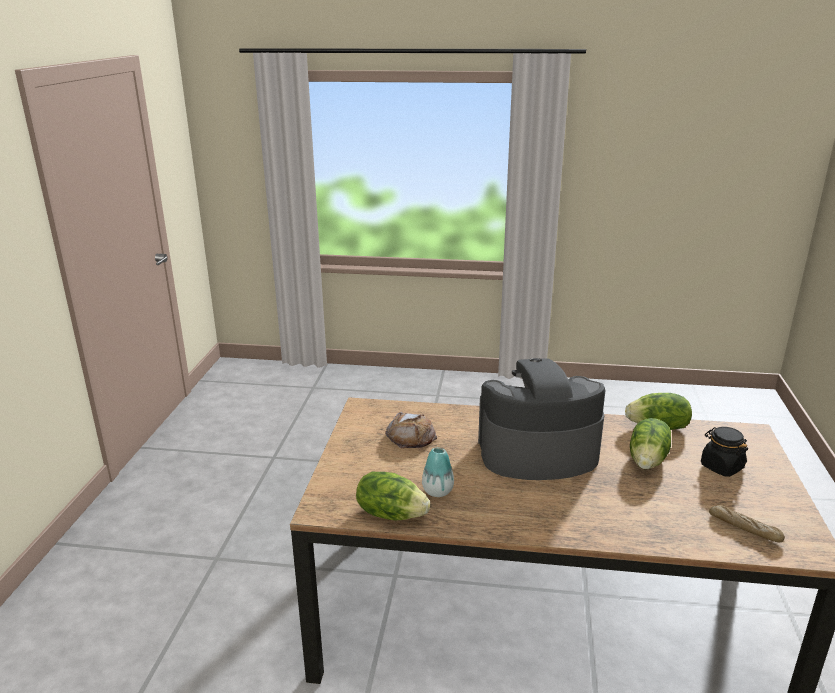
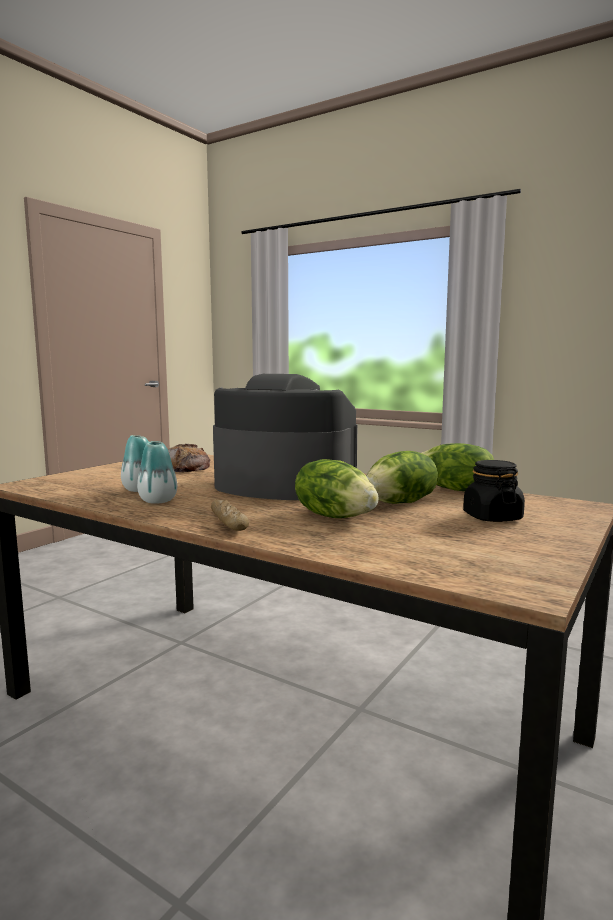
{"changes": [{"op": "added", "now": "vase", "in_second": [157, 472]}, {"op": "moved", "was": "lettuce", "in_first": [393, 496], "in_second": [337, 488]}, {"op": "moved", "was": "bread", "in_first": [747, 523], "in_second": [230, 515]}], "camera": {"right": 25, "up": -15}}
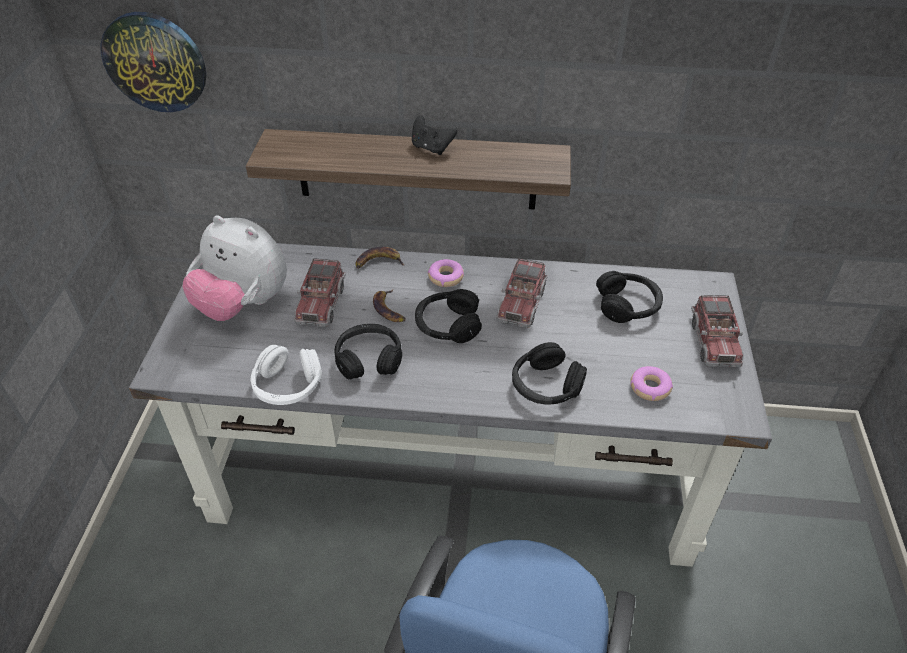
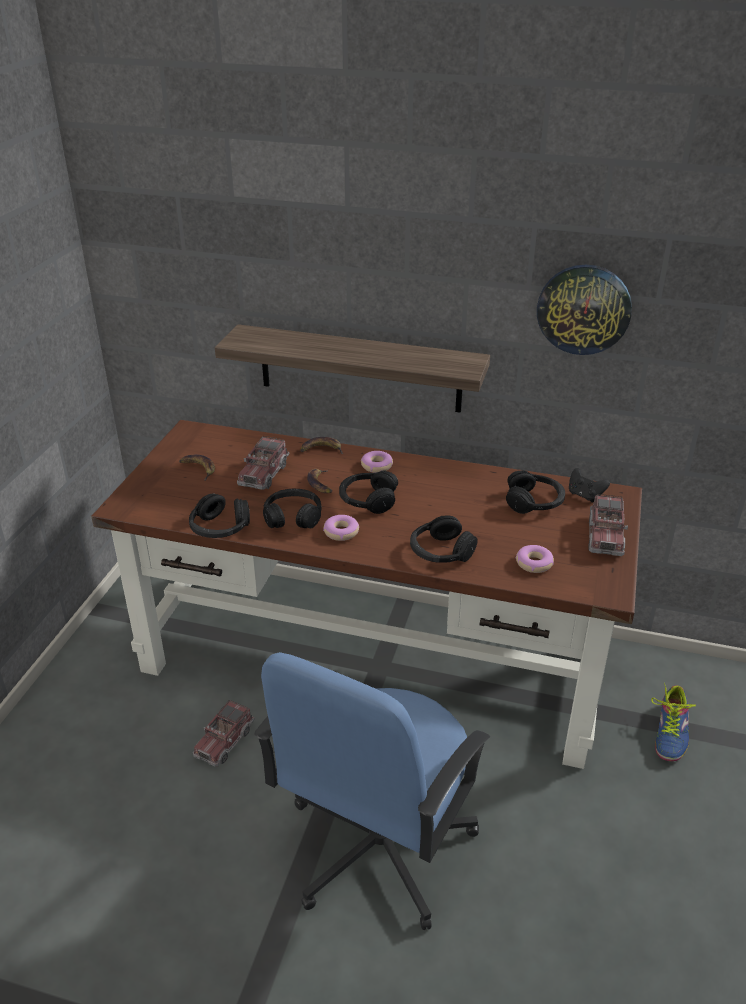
{"changes": [{"op": "added", "now": "donut", "in_second": [341, 528]}, {"op": "added", "now": "shoe", "in_second": [673, 722]}, {"op": "moved", "was": "wall clock", "in_first": [153, 62], "in_second": [584, 310]}, {"op": "moved", "was": "black game controller", "in_first": [435, 135], "in_second": [589, 485]}, {"op": "moved", "was": "toy truck", "in_first": [522, 293], "in_second": [224, 733]}, {"op": "replaced", "was": "plush toy", "now": "banana", "in_first": [235, 268], "in_second": [197, 468]}, {"op": "recoloured", "was": "grey desk", "now": "brown desk", "in_first": [450, 405], "in_second": [366, 594]}, {"op": "recoloured", "was": "white headphones", "now": "black headphones", "in_first": [286, 375], "in_second": [219, 515]}], "camera": {"right": 10, "up": -10}}
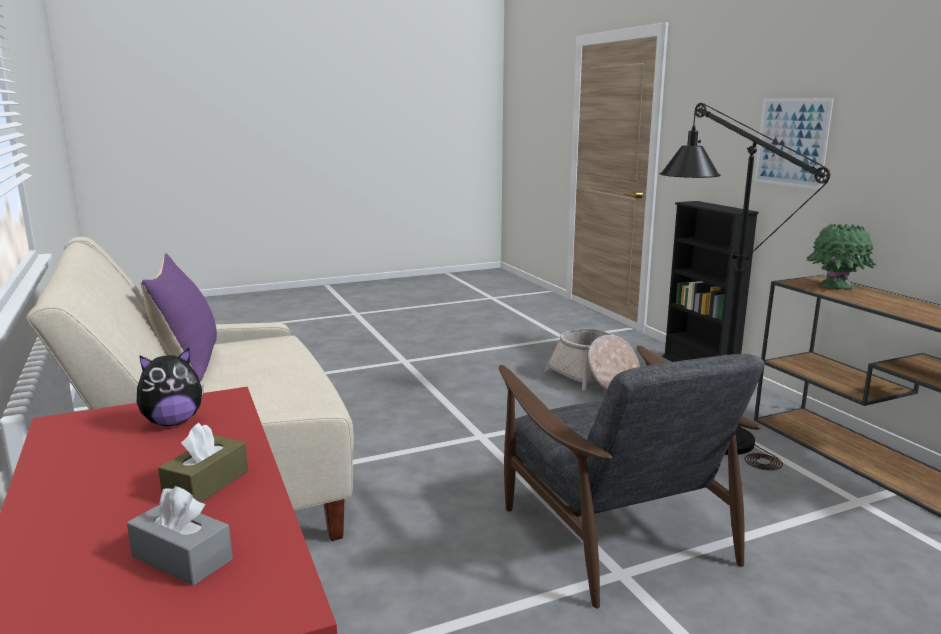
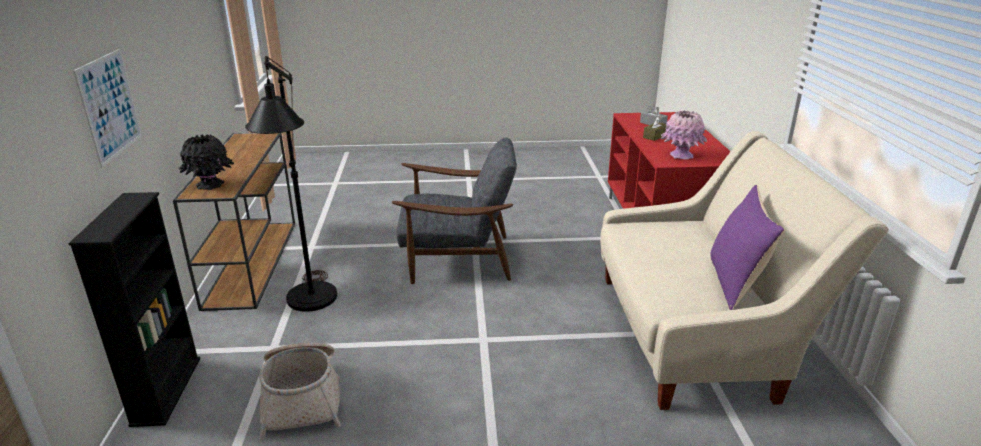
{"changes": [{"op": "replaced", "was": "plush toy", "now": "pink vase", "in_first": [170, 387], "in_second": [684, 135]}, {"op": "recoloured", "was": "green vase", "now": "black vase", "in_first": [841, 256], "in_second": [206, 162]}, {"op": "turned", "was": "grey armchair", "in_first": [631, 476], "in_second": [454, 211], "clockwise": 90}], "camera": {"right": -160, "up": 10}}
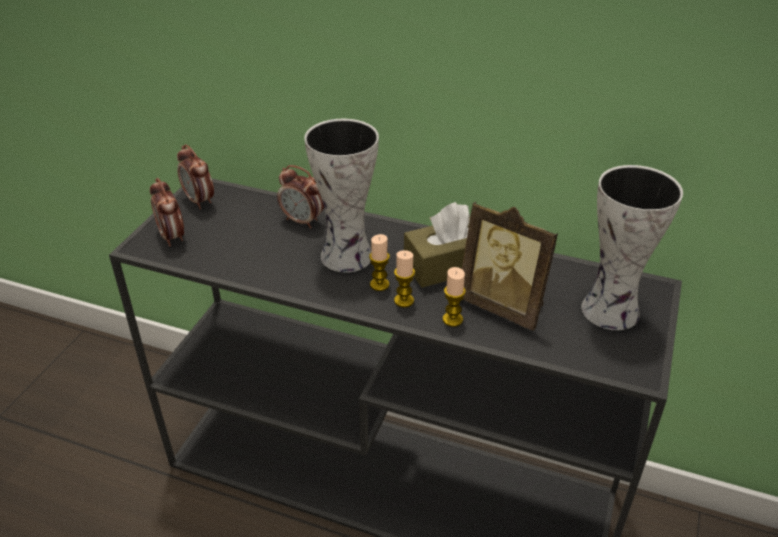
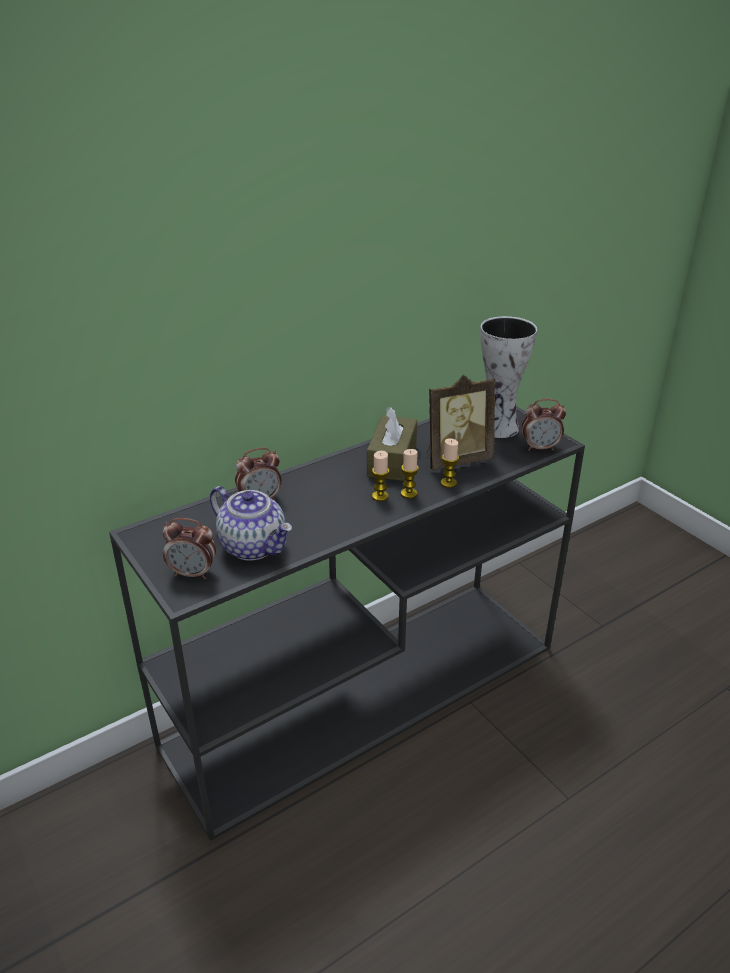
{"changes": [{"op": "removed", "was": "vase", "in_first": [341, 196]}, {"op": "added", "now": "teapot", "in_second": [251, 523]}, {"op": "moved", "was": "alarm clock", "in_first": [195, 176], "in_second": [544, 425]}], "camera": {"right": -55, "up": -5}}
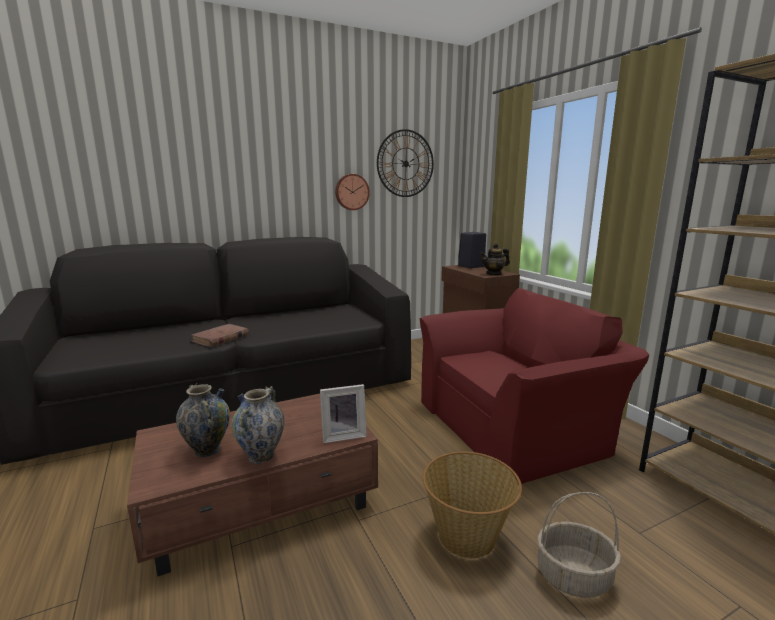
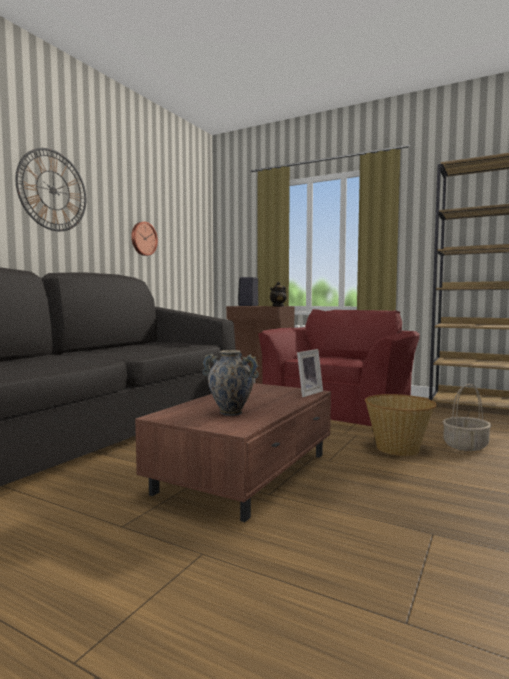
{"changes": [{"op": "removed", "was": "brown book", "in_first": [220, 335]}, {"op": "removed", "was": "vase", "in_first": [257, 425]}, {"op": "moved", "was": "wall clock", "in_first": [405, 163], "in_second": [51, 189]}], "camera": {"right": -35, "up": -10}}
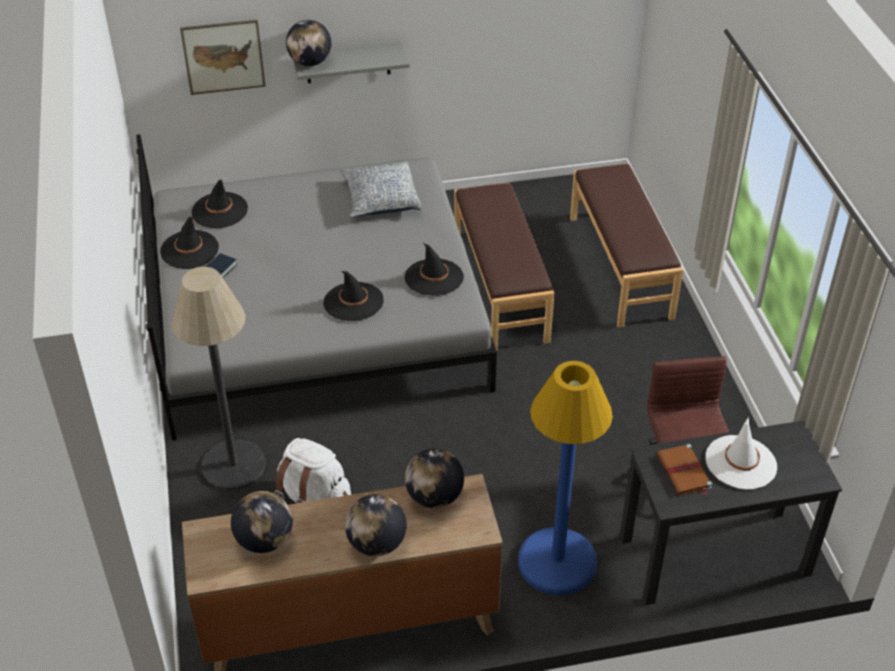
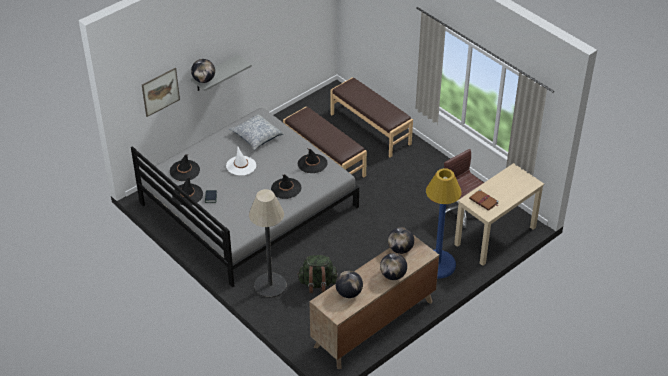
{"changes": [{"op": "moved", "was": "white hat", "in_first": [741, 453], "in_second": [241, 161]}, {"op": "recoloured", "was": "white backpack", "now": "green backpack", "in_first": [312, 471], "in_second": [317, 274]}, {"op": "recoloured", "was": "black desk", "now": "beige desk", "in_first": [731, 512], "in_second": [499, 214]}], "camera": {"right": -30, "up": 0}}
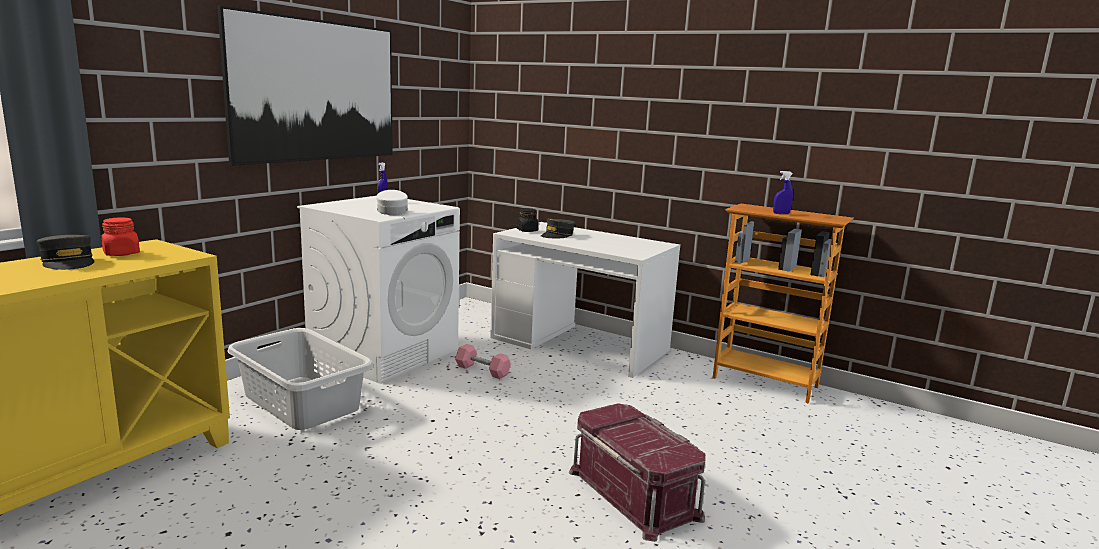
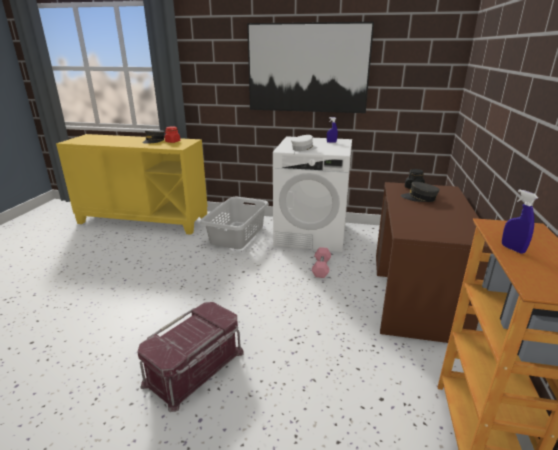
{"changes": [{"op": "recoloured", "was": "white desk", "now": "brown desk", "in_first": [585, 300], "in_second": [434, 262]}], "camera": {"right": 70, "up": 10}}
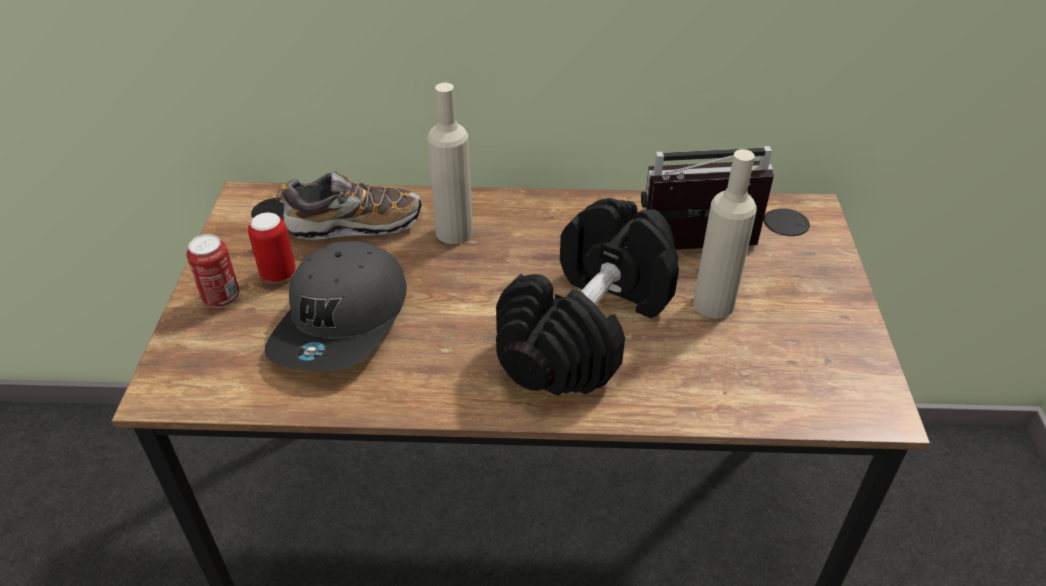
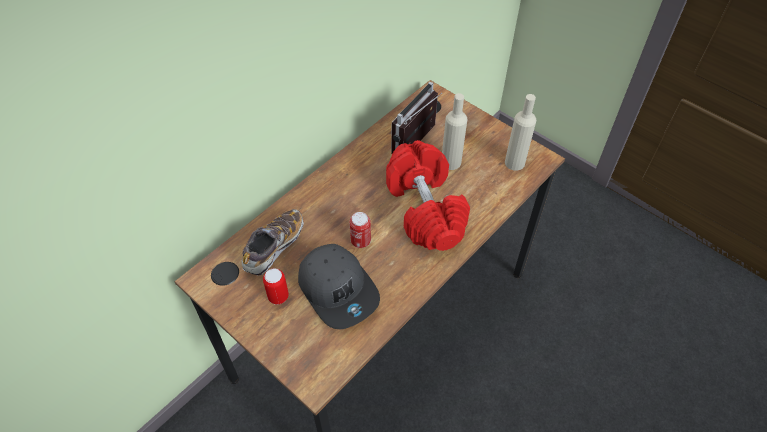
{"changes": [{"op": "moved", "was": "can", "in_first": [212, 271], "in_second": [360, 230]}, {"op": "moved", "was": "beige bottle", "in_first": [450, 163], "in_second": [521, 132]}, {"op": "recoloured", "was": "black dumbbell", "now": "red dumbbell", "in_first": [587, 296], "in_second": [428, 195]}], "camera": {"right": -50, "up": 10}}
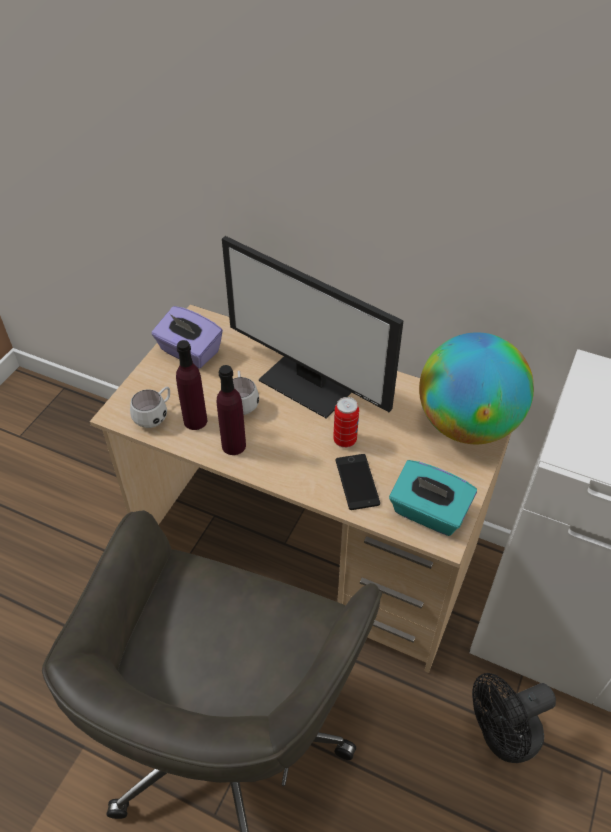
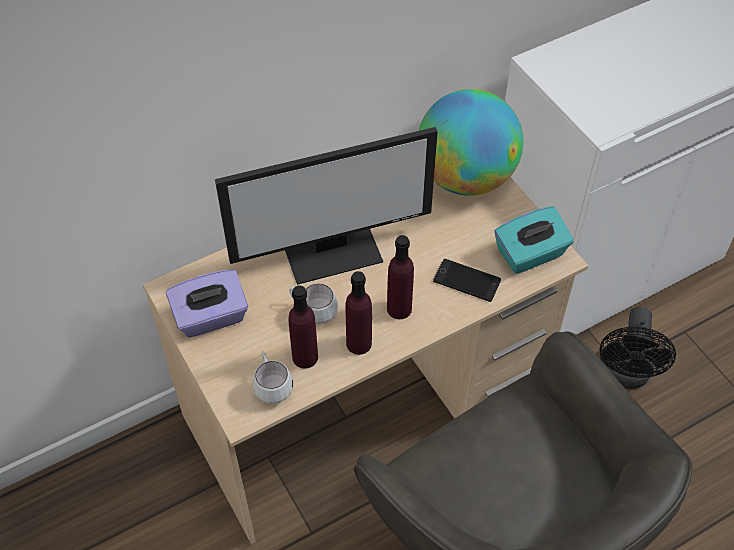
{"changes": [{"op": "removed", "was": "can", "in_first": [346, 422]}, {"op": "added", "now": "purple bottle", "in_second": [400, 277]}], "camera": {"right": -55, "up": 5}}
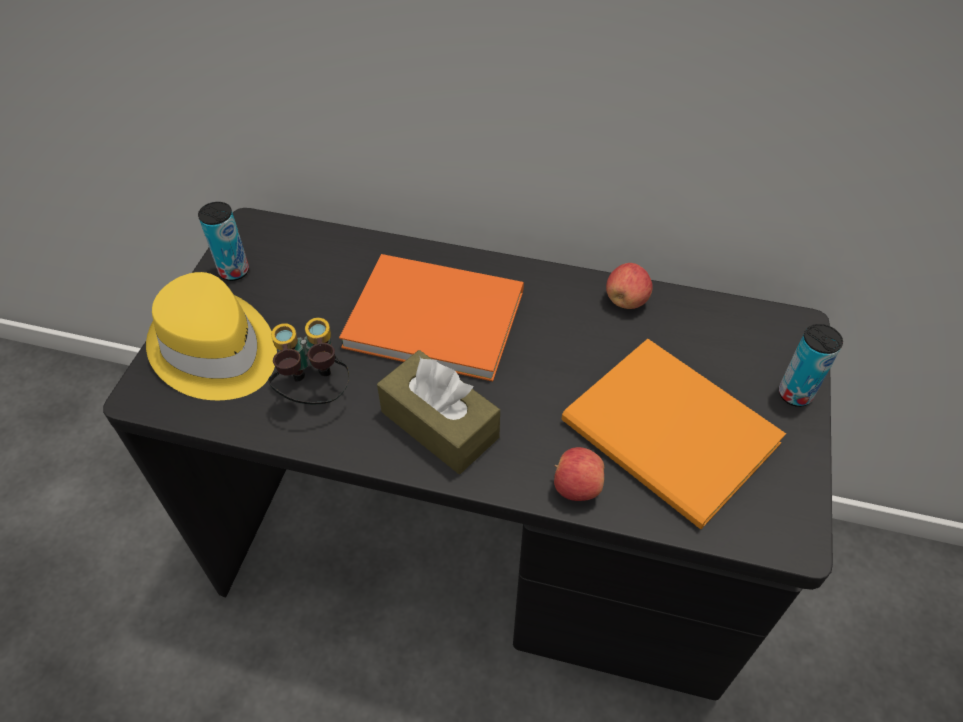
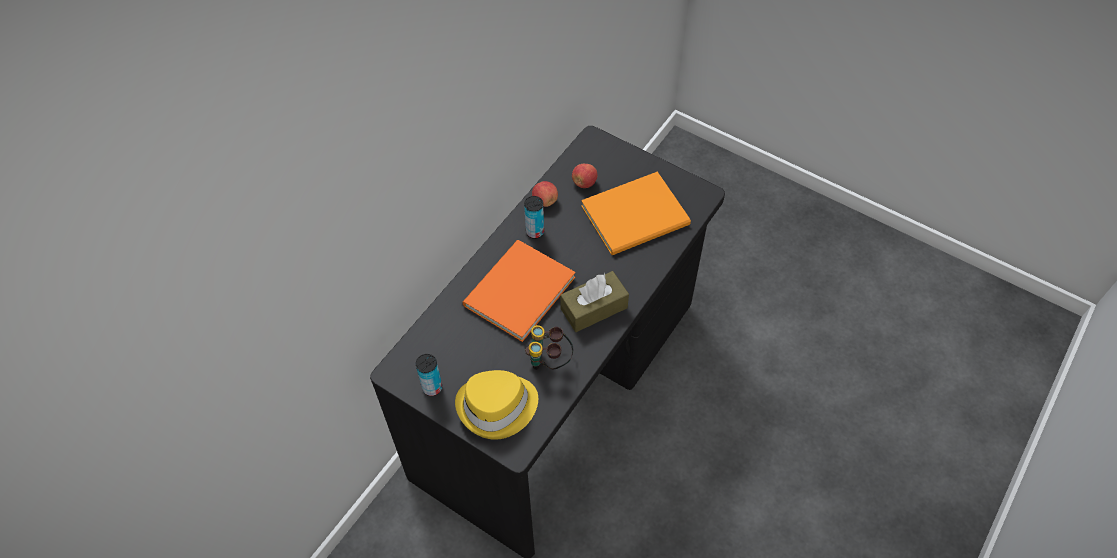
{"changes": [{"op": "moved", "was": "apple", "in_first": [579, 474], "in_second": [584, 176]}, {"op": "moved", "was": "can", "in_first": [811, 365], "in_second": [534, 217]}], "camera": {"right": -70, "up": 5}}
